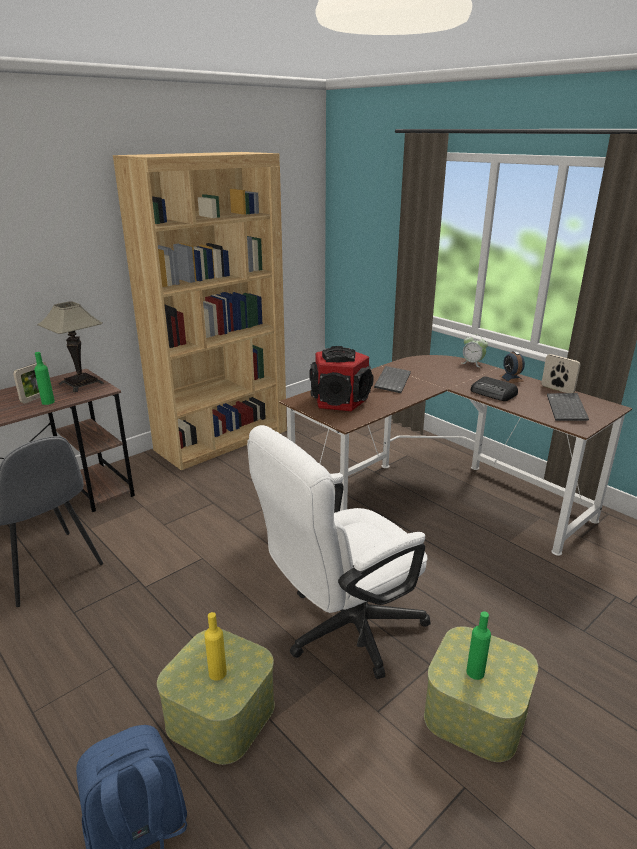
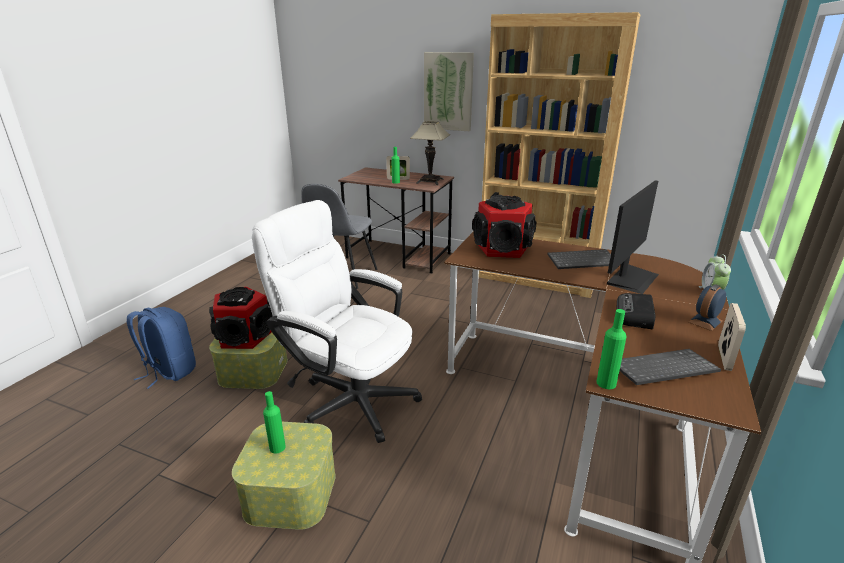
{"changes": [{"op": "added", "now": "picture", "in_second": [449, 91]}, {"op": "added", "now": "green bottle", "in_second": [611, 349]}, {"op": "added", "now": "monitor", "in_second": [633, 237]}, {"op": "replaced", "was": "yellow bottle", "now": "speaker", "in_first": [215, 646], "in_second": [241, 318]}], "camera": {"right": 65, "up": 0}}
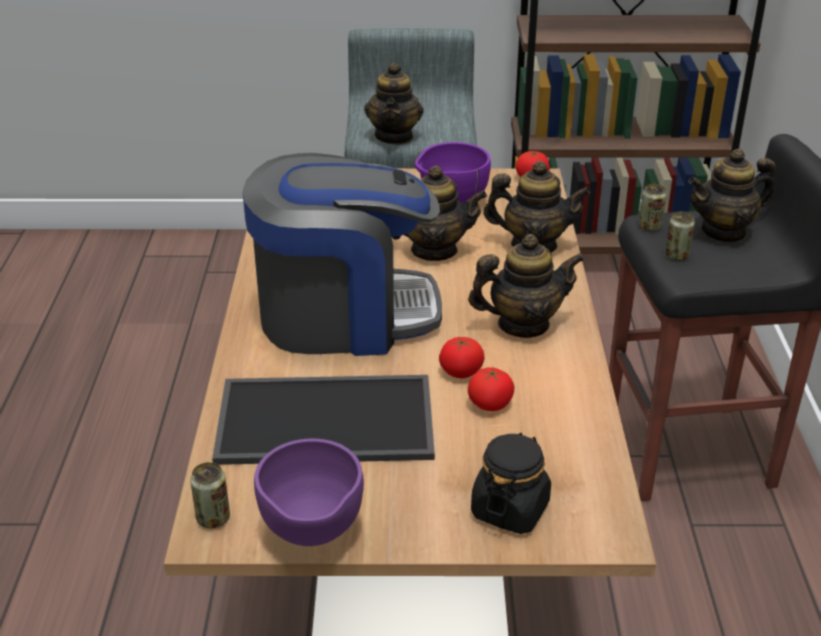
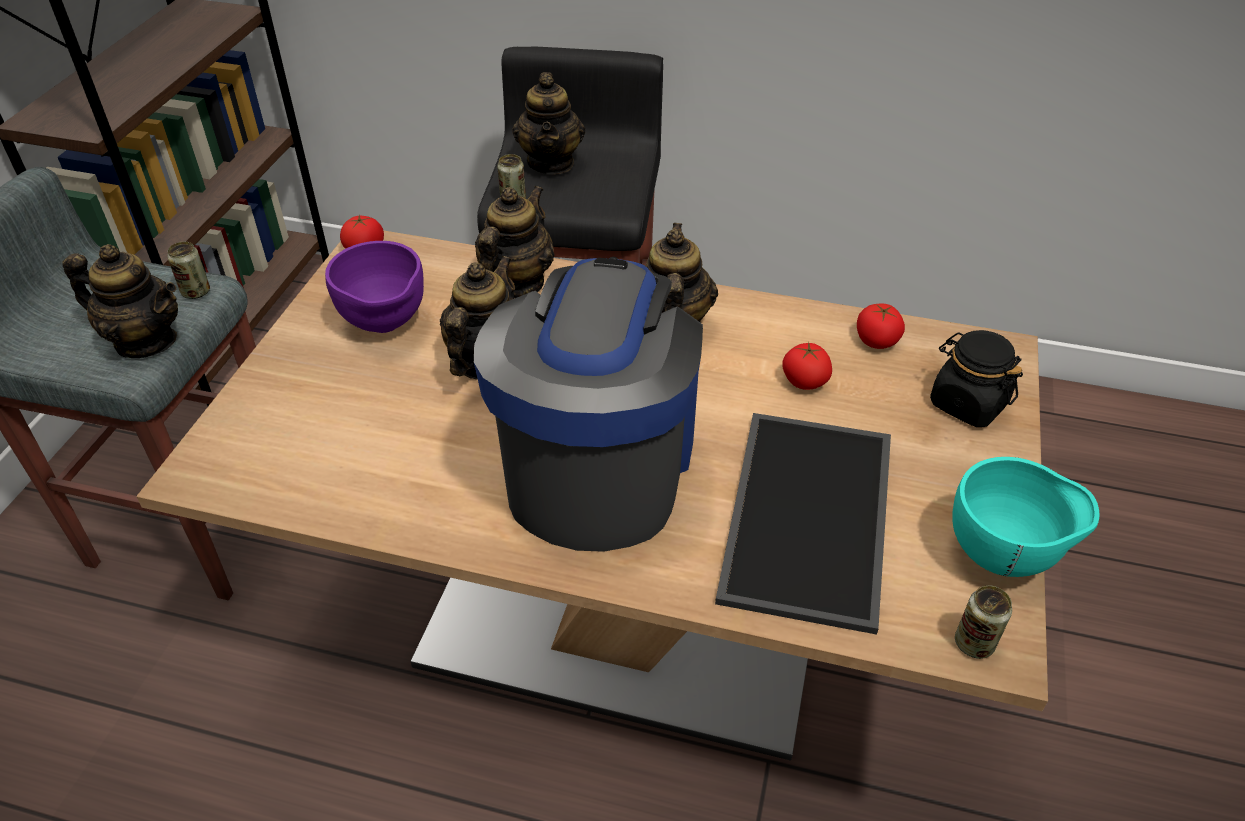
{"changes": [{"op": "moved", "was": "tomato", "in_first": [462, 357], "in_second": [881, 326]}, {"op": "moved", "was": "can", "in_first": [680, 236], "in_second": [188, 270]}, {"op": "recoloured", "was": "purple bowl", "now": "turquoise bowl", "in_first": [309, 492], "in_second": [1025, 517]}], "camera": {"right": -75, "up": 10}}
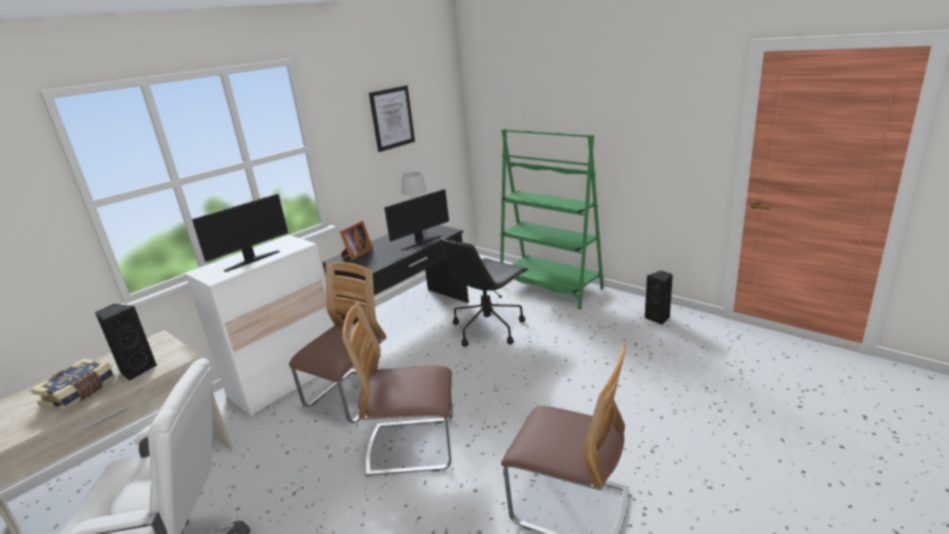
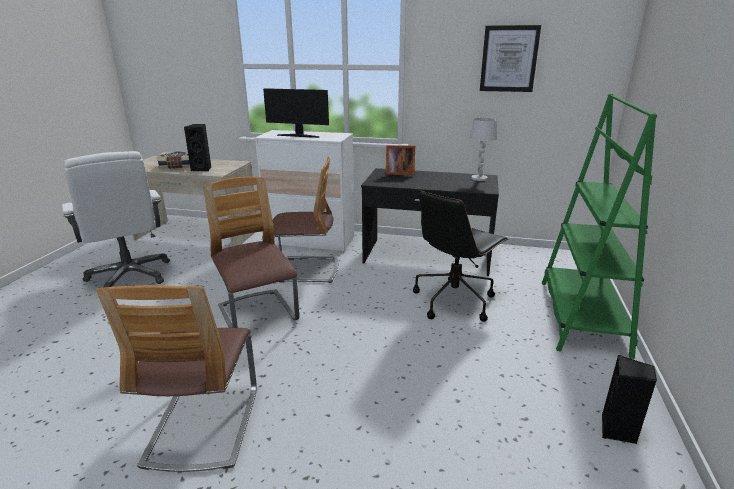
{"changes": [{"op": "removed", "was": "monitor", "in_first": [416, 219]}, {"op": "turned", "was": "black office chair", "in_first": [484, 292], "in_second": [460, 256], "clockwise": -60}], "camera": {"right": 60, "up": 0}}
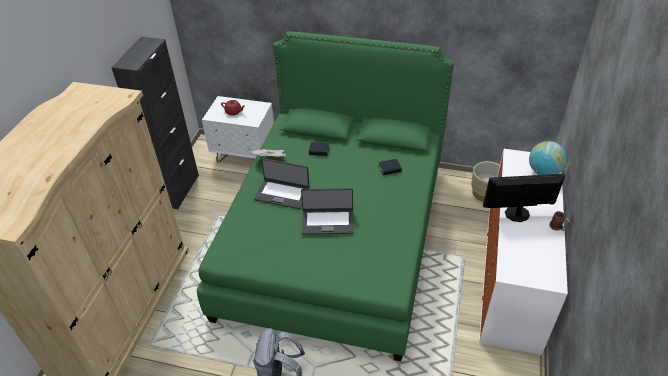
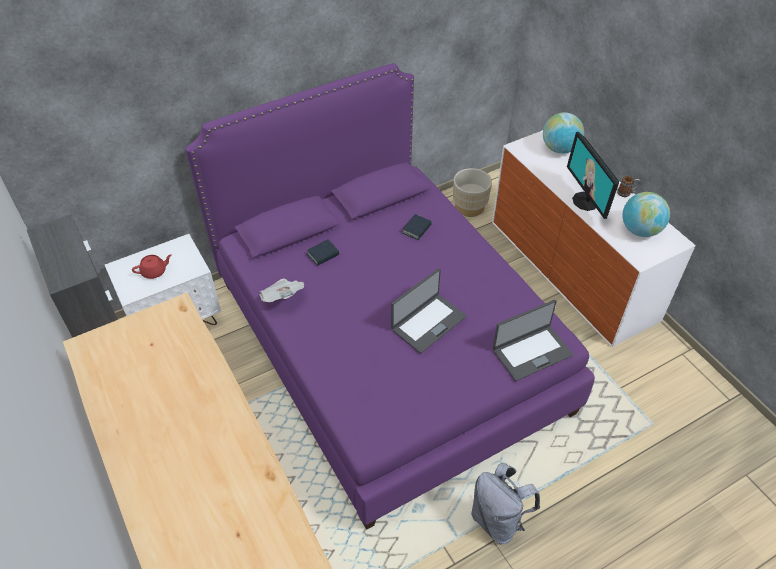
{"changes": [{"op": "added", "now": "globe", "in_second": [646, 214]}, {"op": "moved", "was": "laptop", "in_first": [282, 183], "in_second": [533, 340]}, {"op": "recoloured", "was": "green bed", "now": "purple bed", "in_first": [325, 196], "in_second": [390, 296]}, {"op": "turned", "was": "monitor", "in_first": [524, 198], "in_second": [593, 175], "clockwise": -60}], "camera": {"right": -45, "up": 5}}
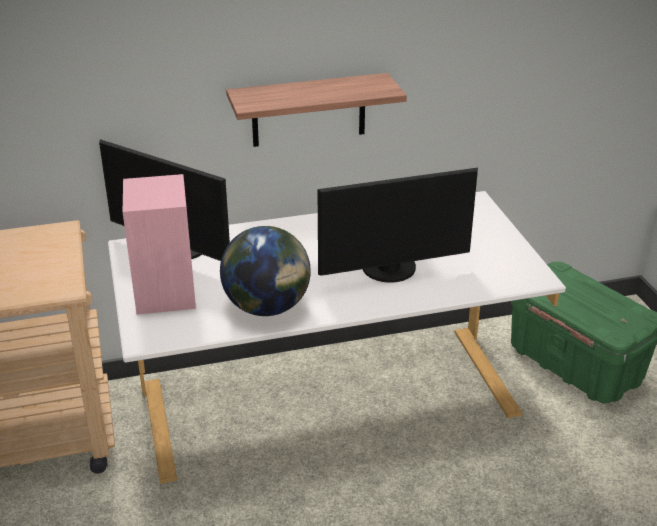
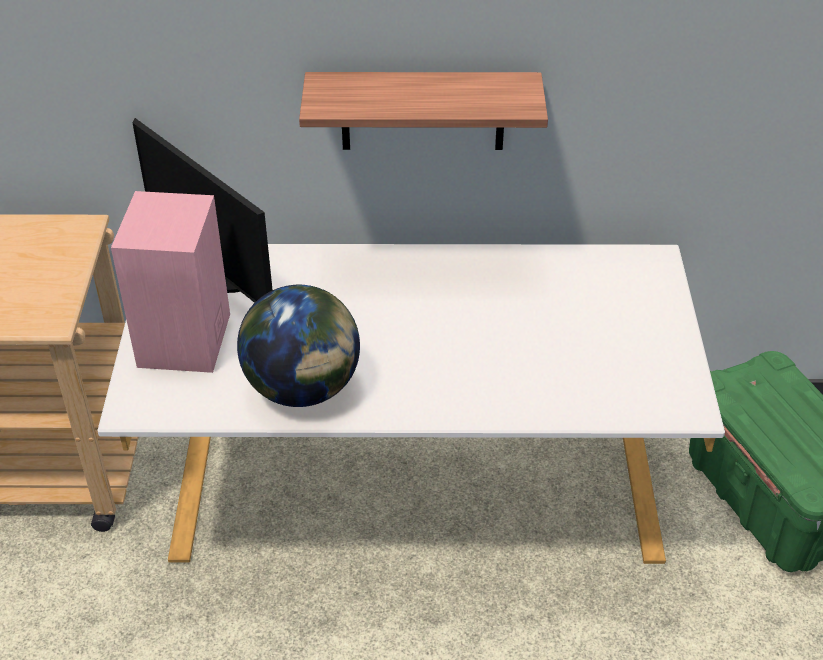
{"changes": [{"op": "removed", "was": "monitor", "in_first": [398, 225]}], "camera": {"right": 15, "up": 10}}
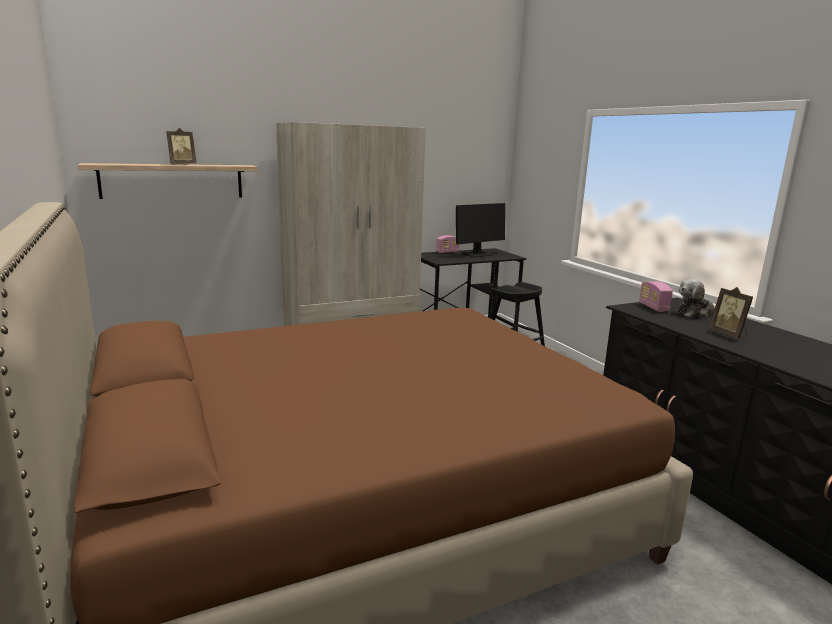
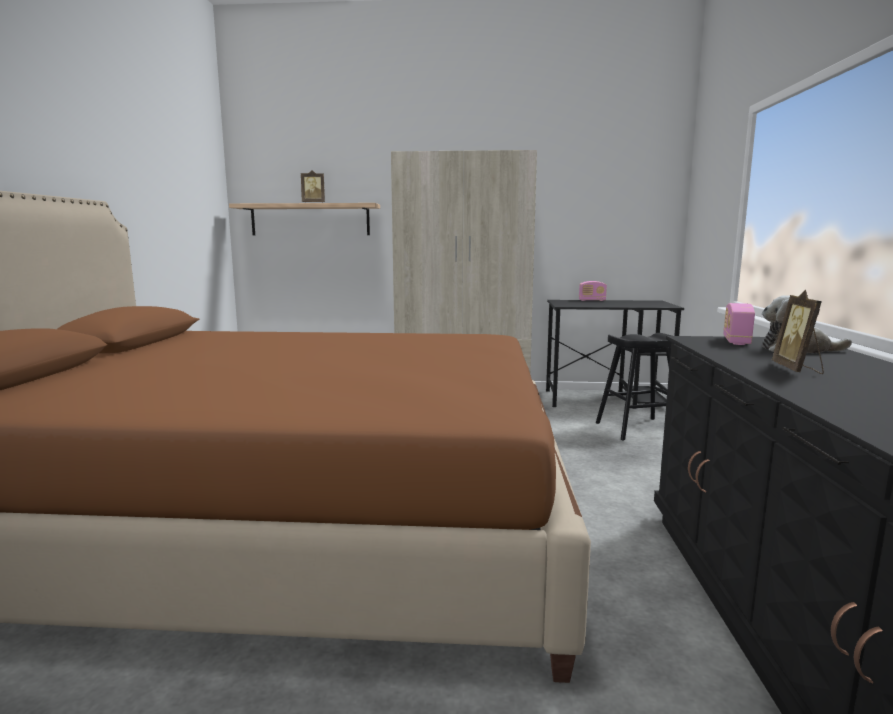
{"changes": [{"op": "removed", "was": "monitor", "in_first": [480, 230]}], "camera": {"right": 30, "up": -5}}
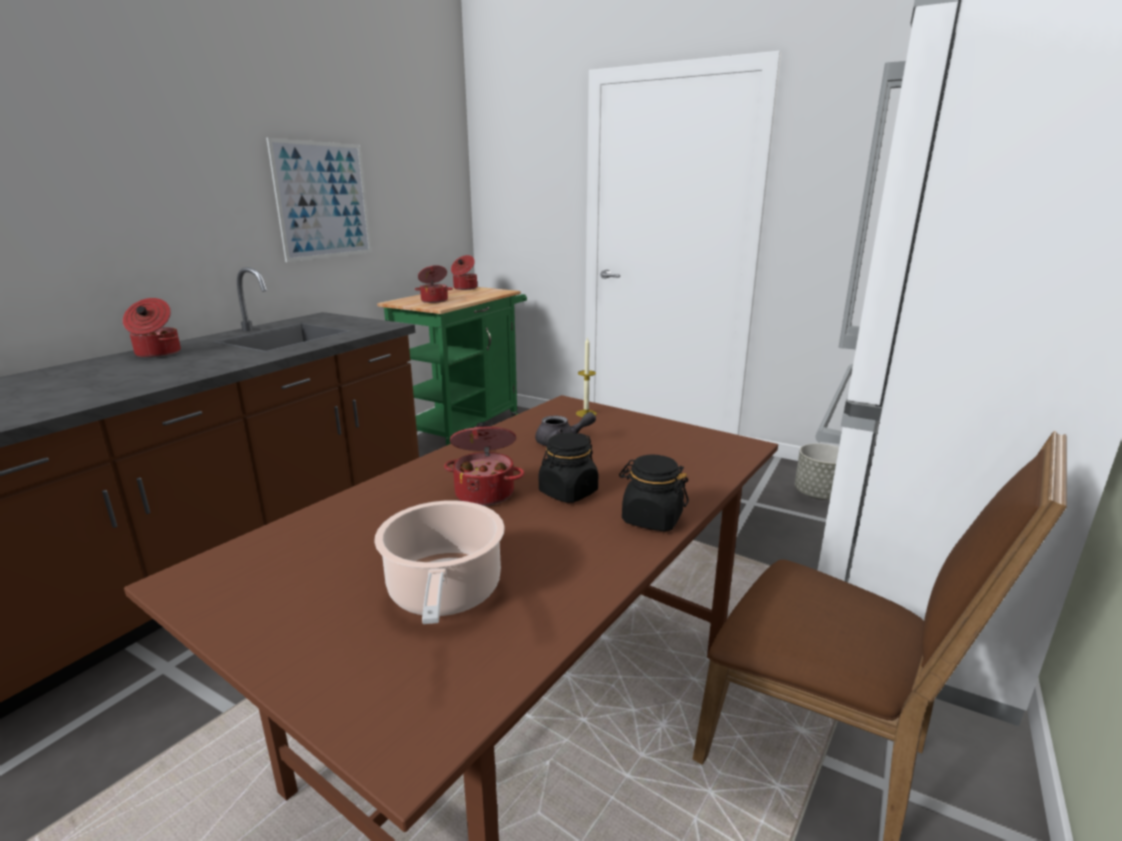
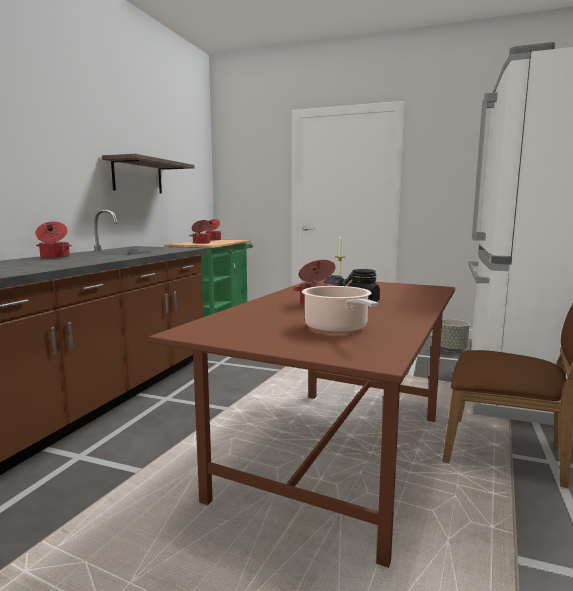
{"changes": [{"op": "removed", "was": "black jar", "in_first": [654, 493]}, {"op": "replaced", "was": "picture", "now": "shelf", "in_first": [319, 200], "in_second": [148, 174]}], "camera": {"right": -10, "up": -10}}
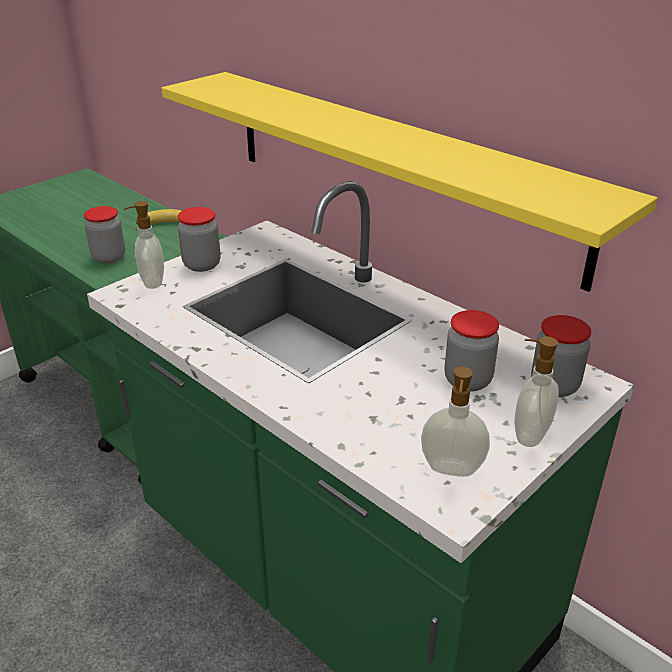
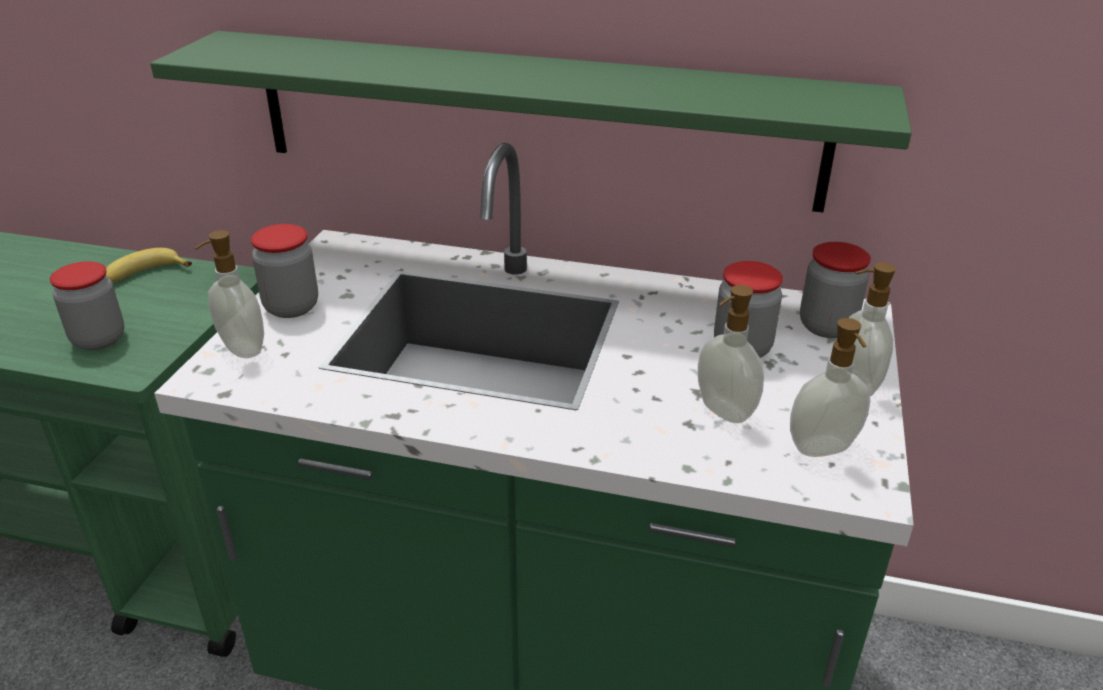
{"changes": [{"op": "added", "now": "soap dispenser", "in_second": [731, 354]}, {"op": "recoloured", "was": "yellow shelf", "now": "green shelf", "in_first": [409, 182], "in_second": [531, 121]}], "camera": {"right": -30, "up": 0}}
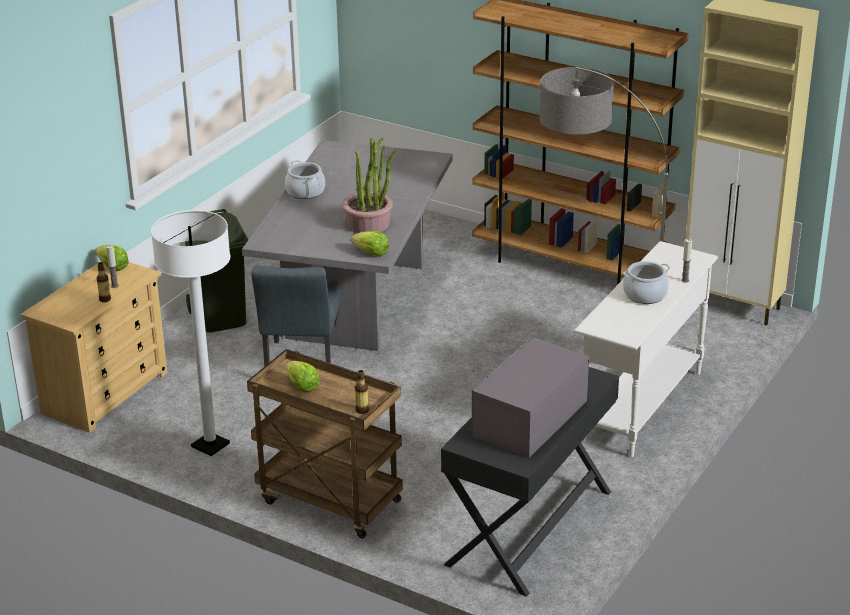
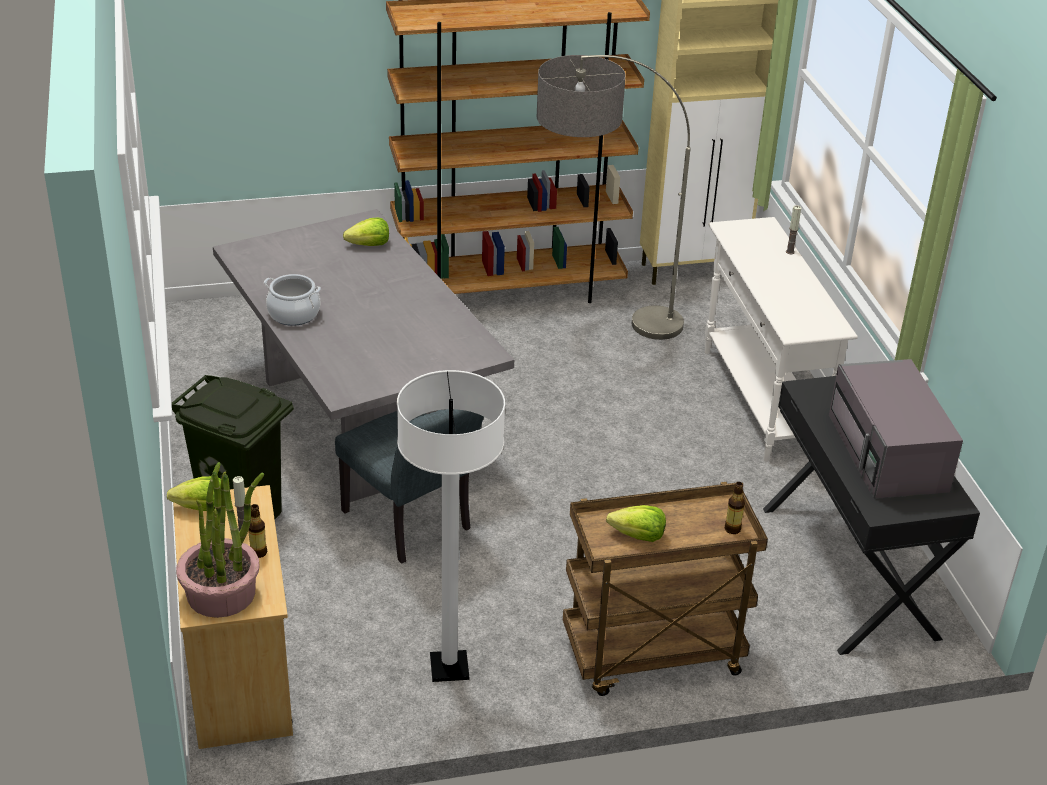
{"changes": [{"op": "removed", "was": "cooking pot", "in_first": [646, 282]}, {"op": "moved", "was": "potted plant", "in_first": [369, 185], "in_second": [220, 540]}, {"op": "moved", "was": "lettuce", "in_first": [370, 244], "in_second": [366, 232]}], "camera": {"right": -45, "up": 5}}
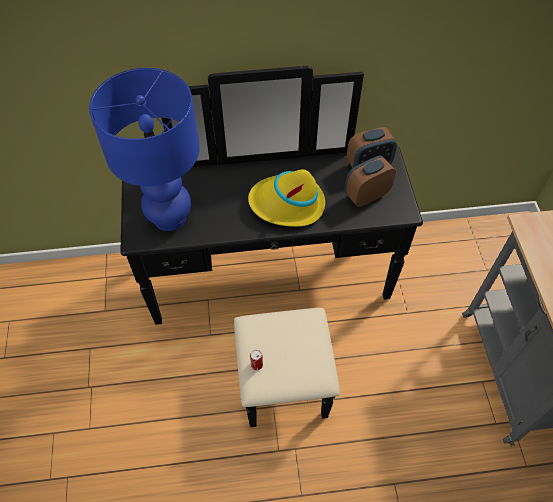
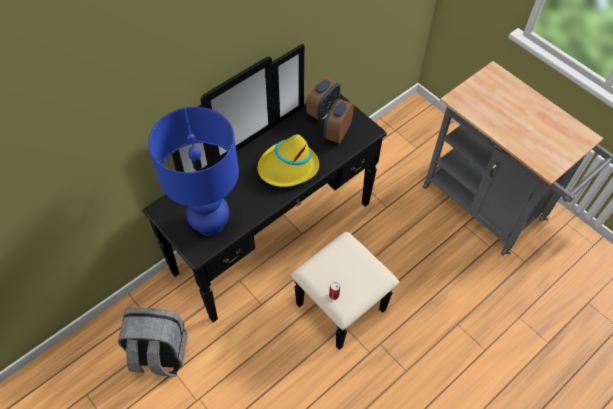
{"changes": [{"op": "added", "now": "grey backpack", "in_second": [153, 342]}], "camera": {"right": -35, "up": 0}}
